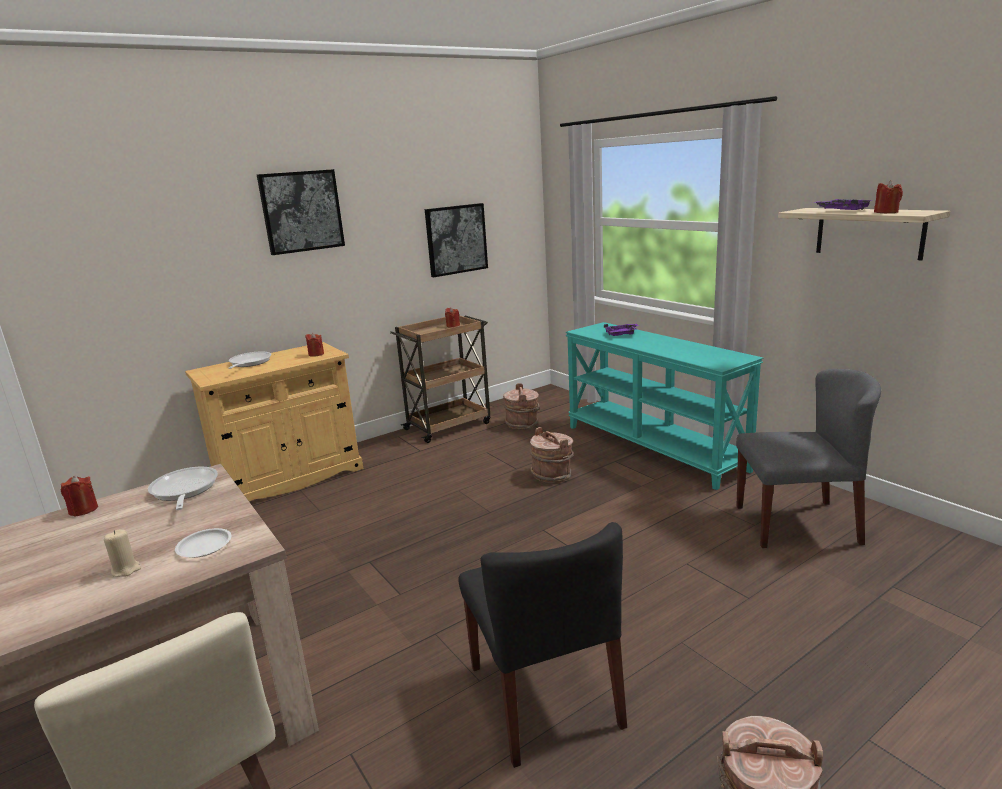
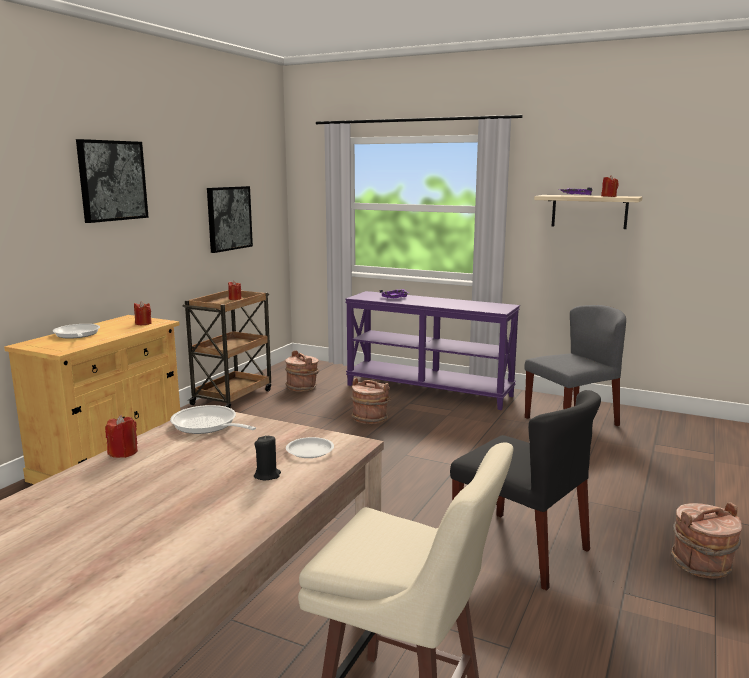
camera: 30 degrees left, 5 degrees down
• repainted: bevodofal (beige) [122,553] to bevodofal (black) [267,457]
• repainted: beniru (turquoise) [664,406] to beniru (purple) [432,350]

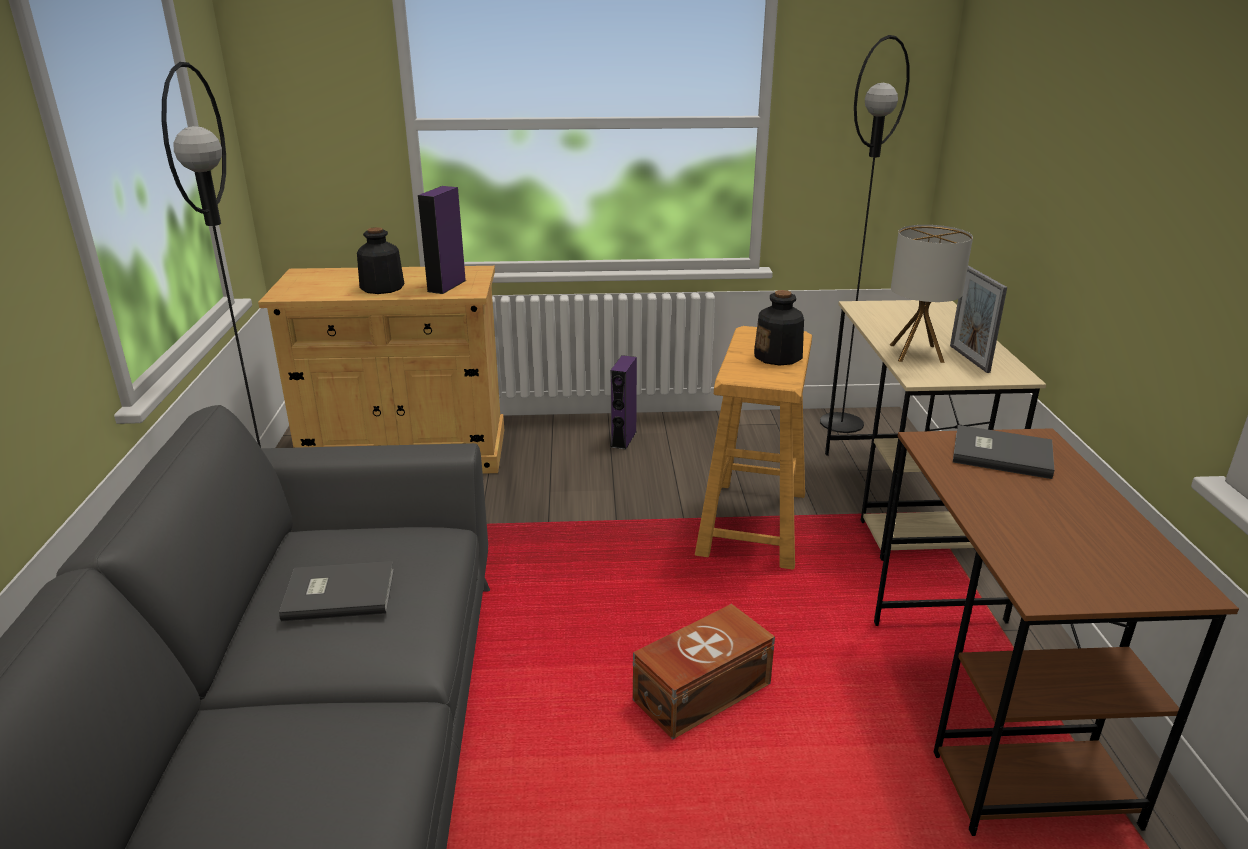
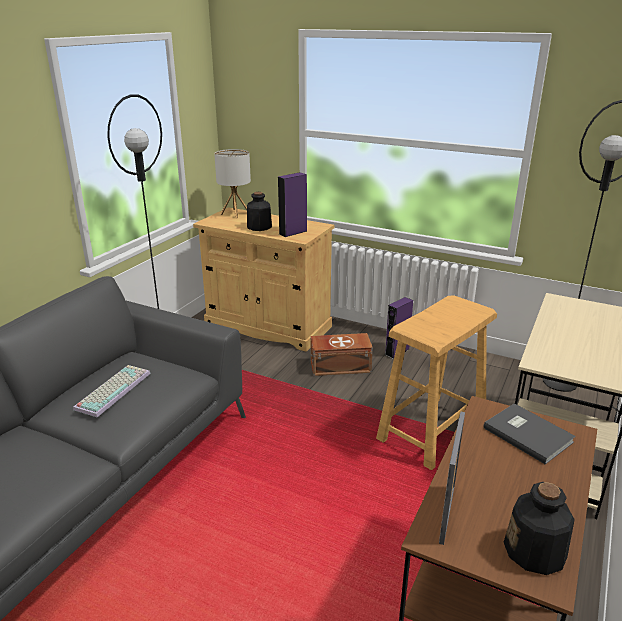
camera: 30 degrees right, 0 degrees up
• swapped: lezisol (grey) [336,591] to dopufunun [112,391]
• shifted: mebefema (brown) [704,672] to [341,354]
• shifted: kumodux [779,328] to [539,528]
• shifted: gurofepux [931,294] to [232,184]
• shifted: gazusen [978,319] to [452,478]

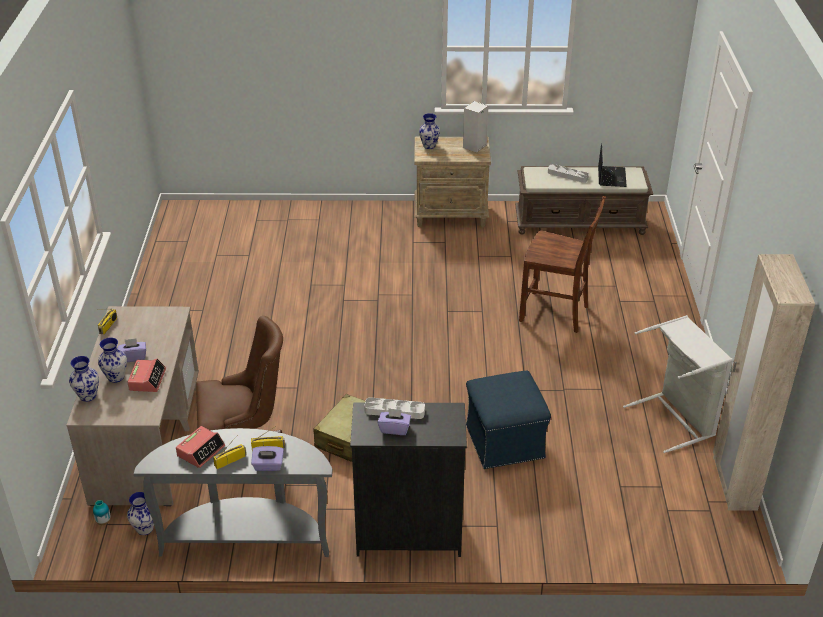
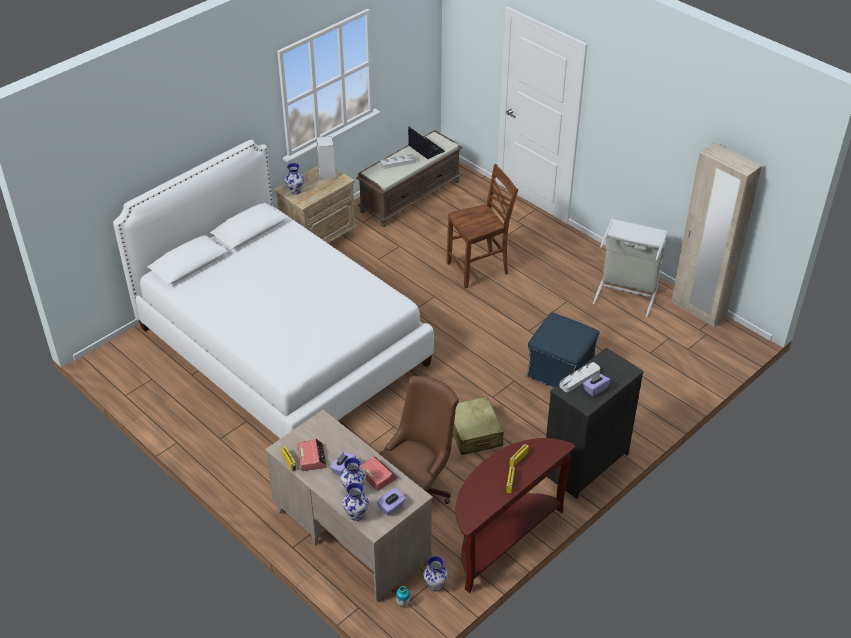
camera: 45 degrees left, 5 degrees up
• repainted: beniru (grey) [233,492] to beniru (brown) [515,515]
• shifted: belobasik [200,447] to [312,454]
• shifted: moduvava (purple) [267,458] to [391,502]
• new: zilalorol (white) [273,289]

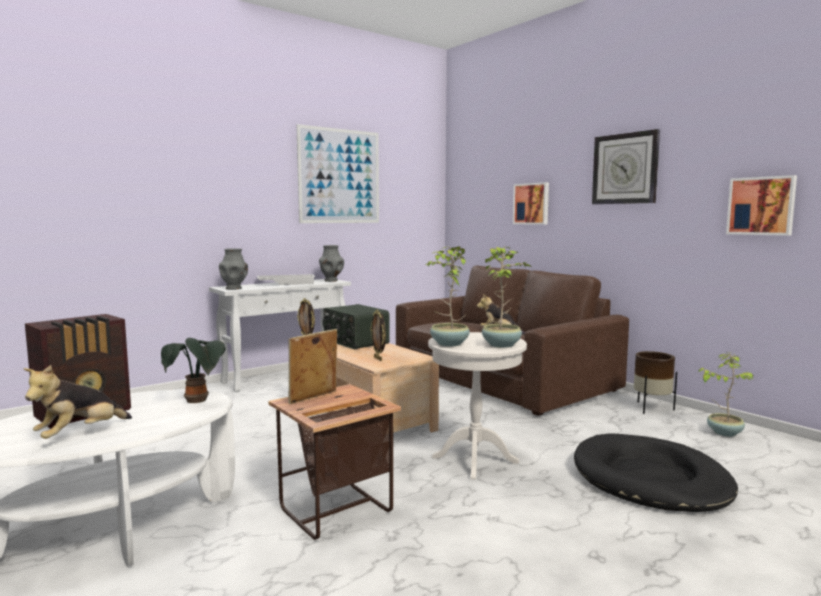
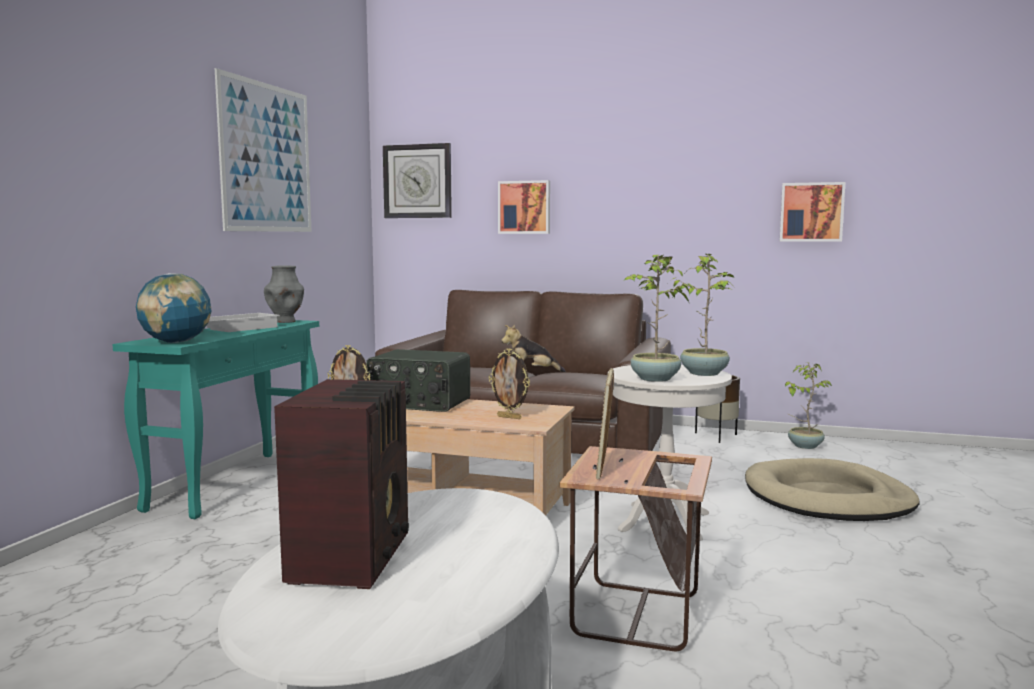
camera: 35 degrees left, 0 degrees up
• gone: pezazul [78,402]
• gone: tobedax [193,370]
• repainted: beniru (white) [280,335] to beniru (turquoise) [216,419]
• swapped: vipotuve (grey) [233,269] to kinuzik [174,308]
• repainted: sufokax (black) [656,472] to sufokax (beige) [832,489]
• shifted: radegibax [626,166] to [417,180]

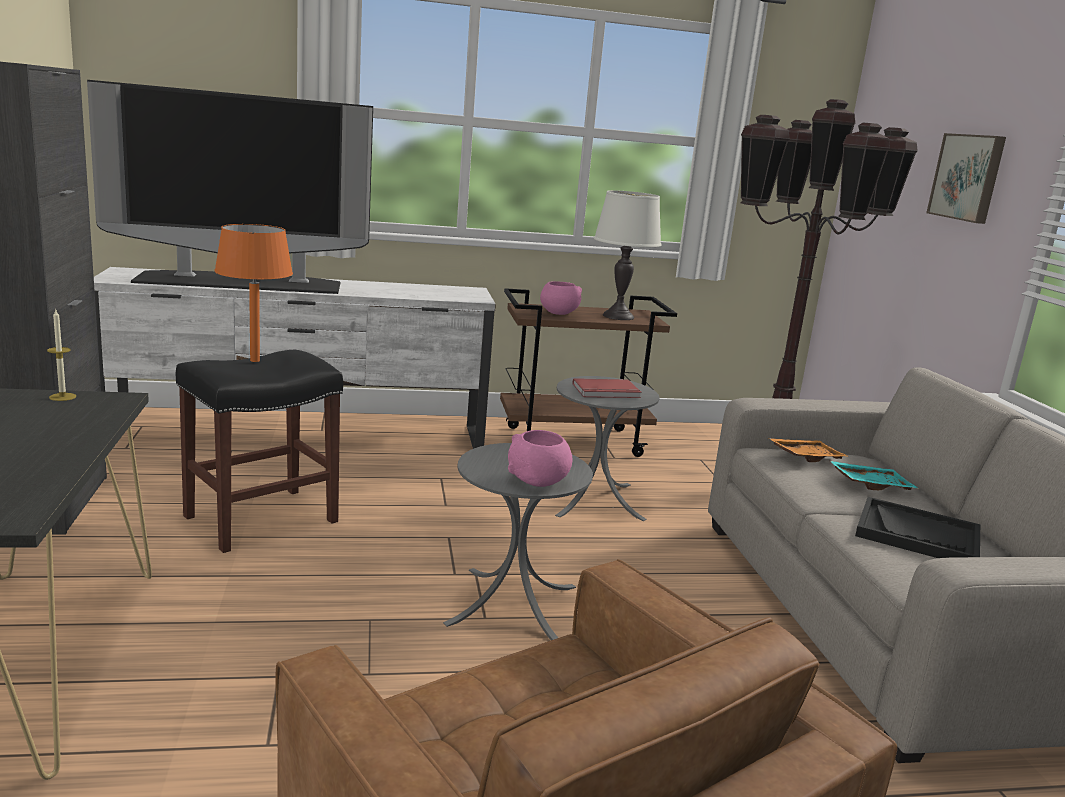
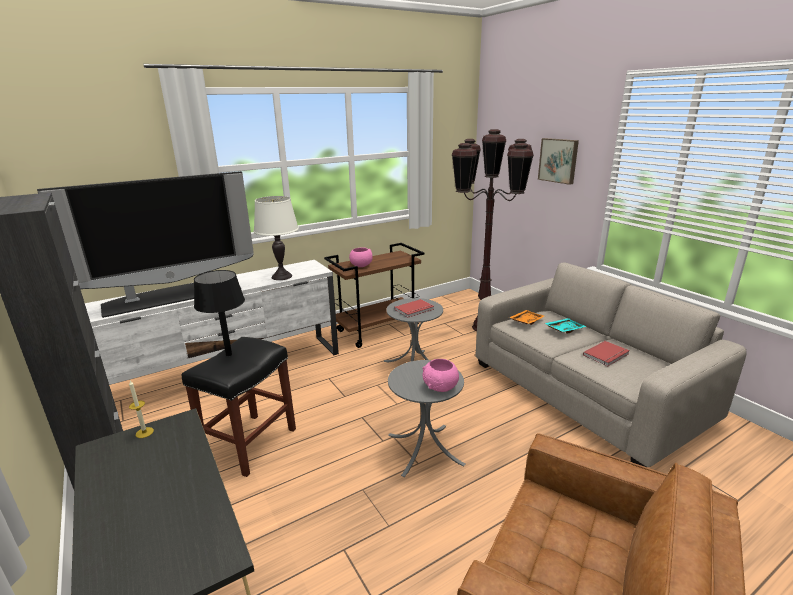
camera: 20 degrees left, 5 degrees up
• repainted: gurofepux (orange) [253,293] to gurofepux (black) [219,313]
• shifted: gurofepux (white) [628,255] to [276,238]
• swapped: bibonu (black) [917,527] to lezisol (red) [606,353]

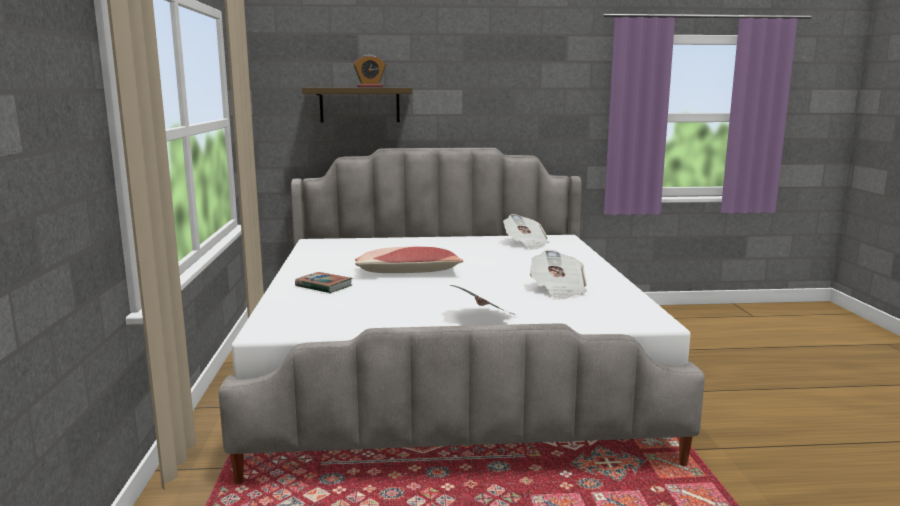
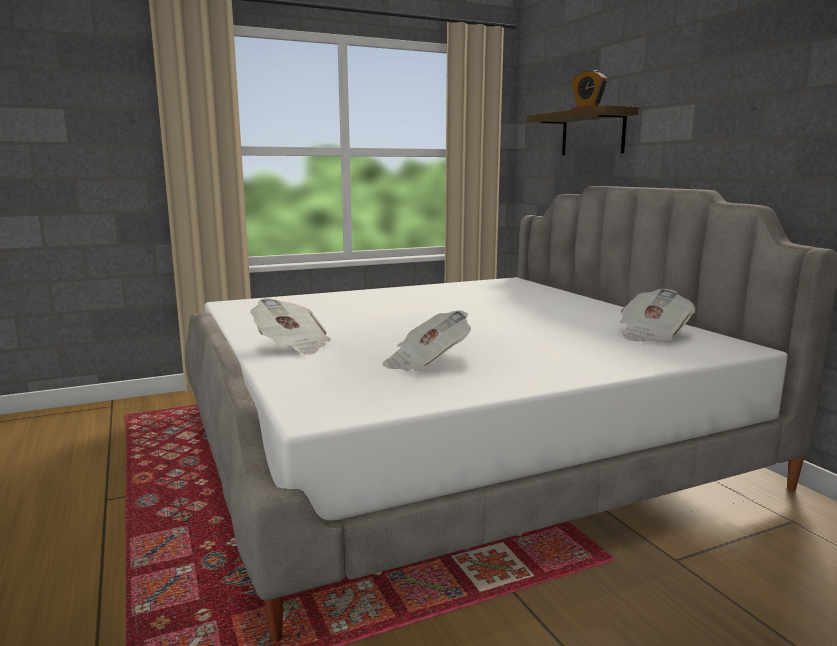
camera: 70 degrees right, 0 degrees up
• gone: lezisol [323,282]
• gone: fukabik [409,260]

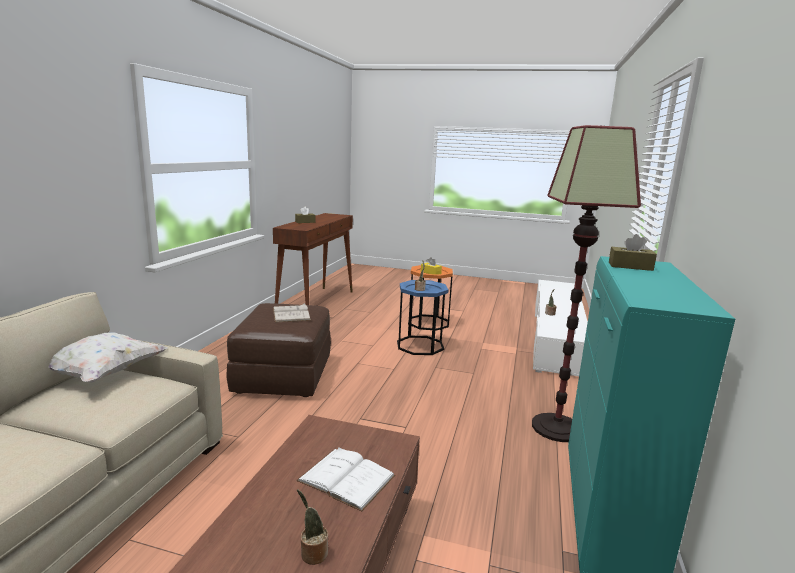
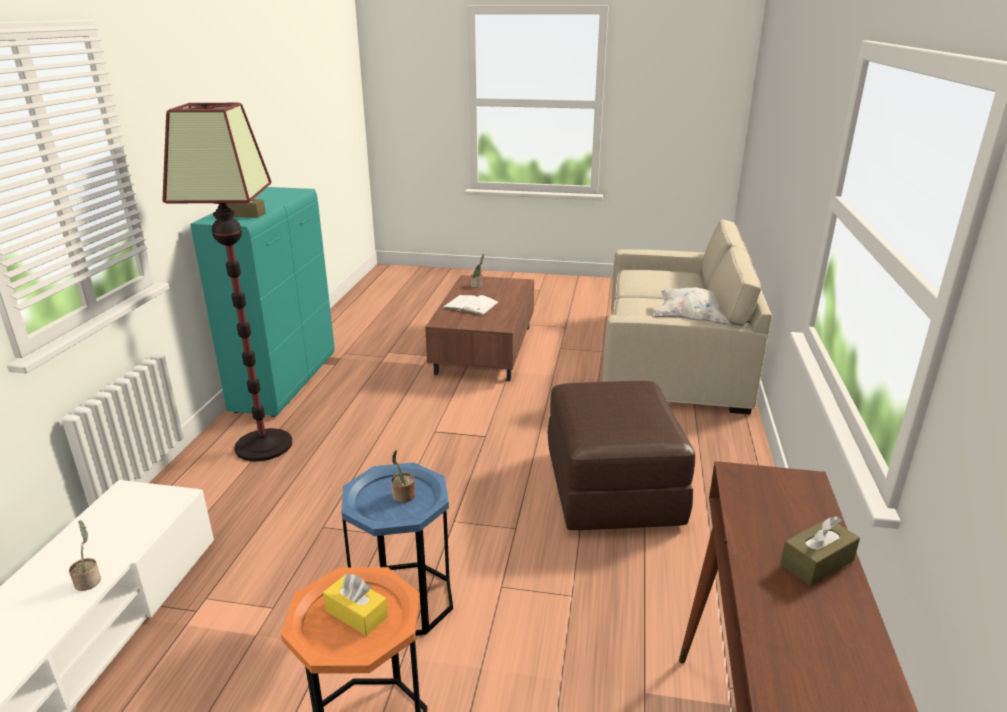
camera: 175 degrees right, 10 degrees up
• gone: lezisol (white) [292,312]

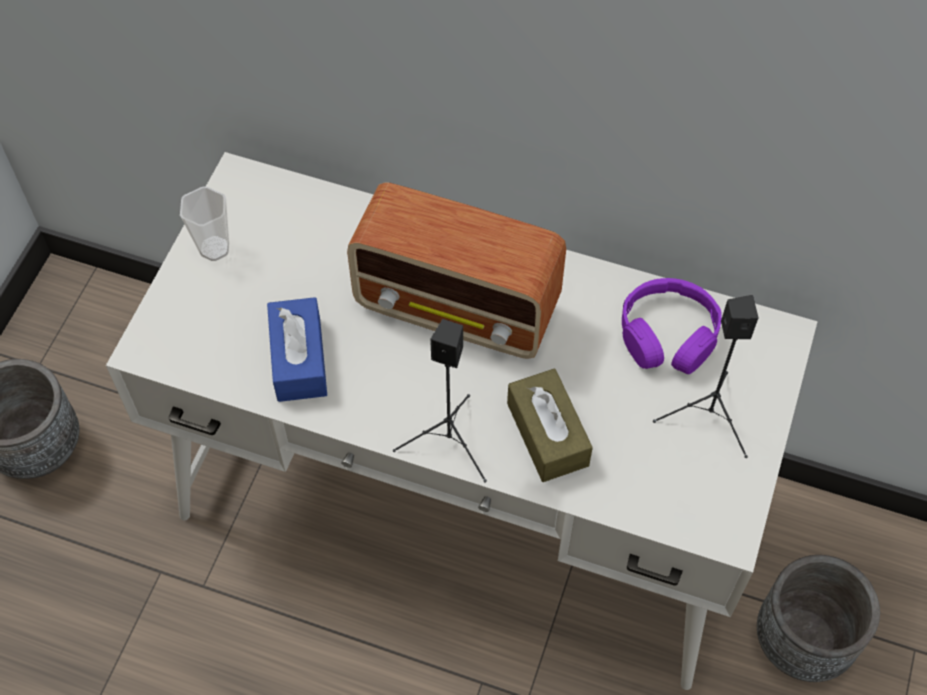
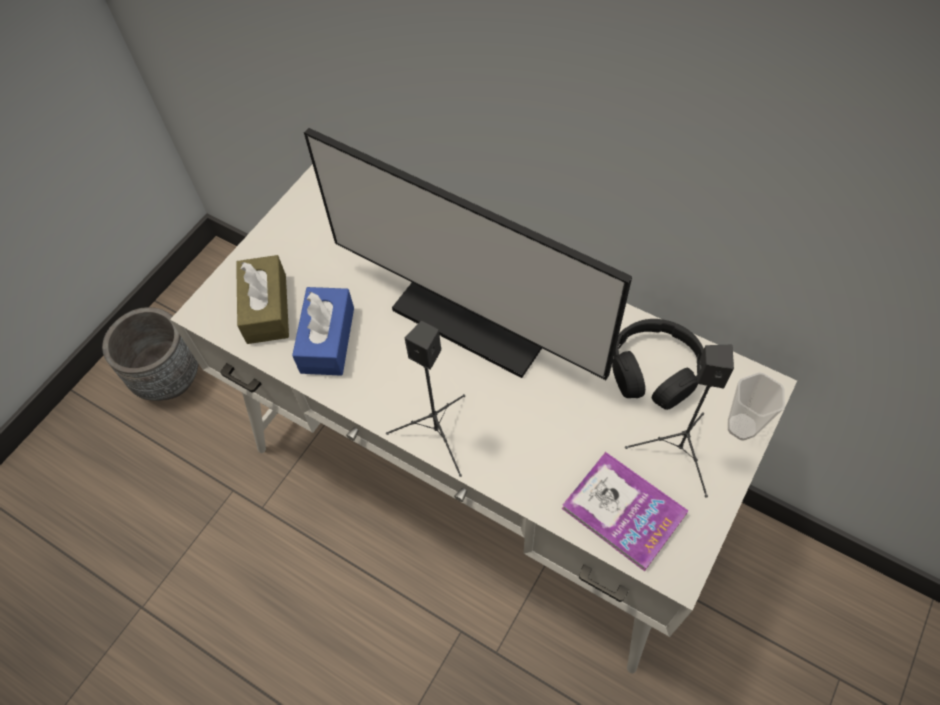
camera: 15 degrees right, 0 degrees up
• shifted: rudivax [204,223] to [756,406]
• swapped: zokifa [456,270] to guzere [468,254]
• shifted: moduvava (brown) [550,425] to [262,299]
• repainted: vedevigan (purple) [672,326] to vedevigan (black) [658,364]
• gone: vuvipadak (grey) [818,618]
• new: lezisol [625,511]

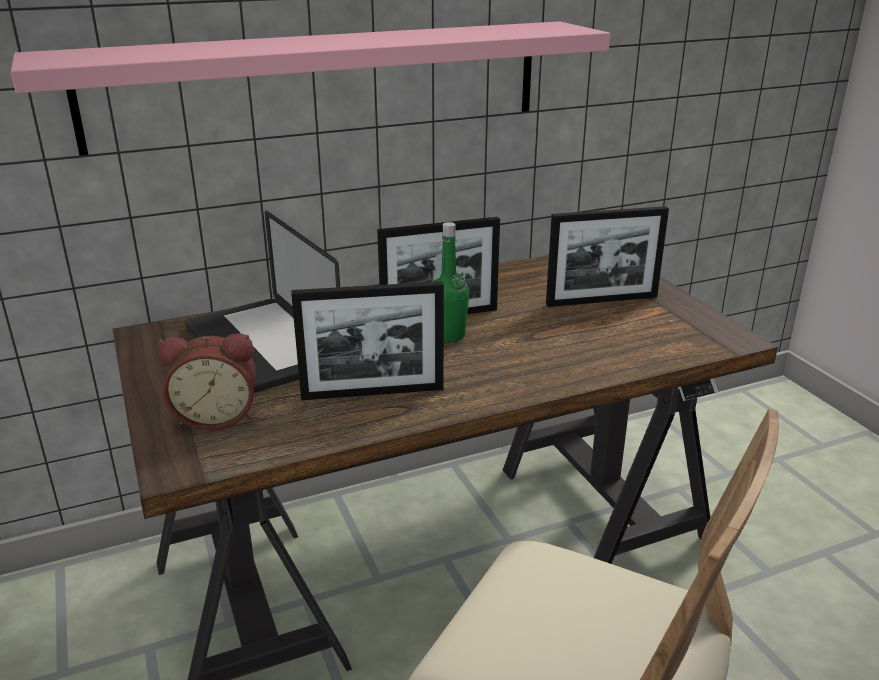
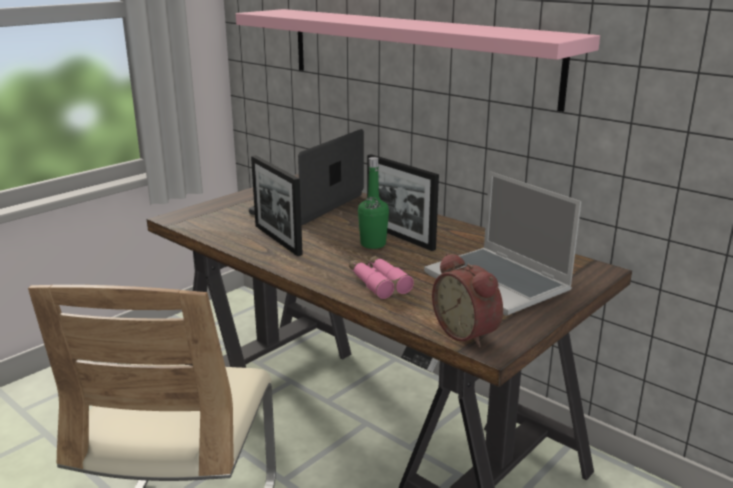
camera: 65 degrees right, 5 degrees down
• shifted: belobasik [207,381] to [467,300]
• swapped: gazusen [607,256] to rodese [502,243]
• new: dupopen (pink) [381,277]

